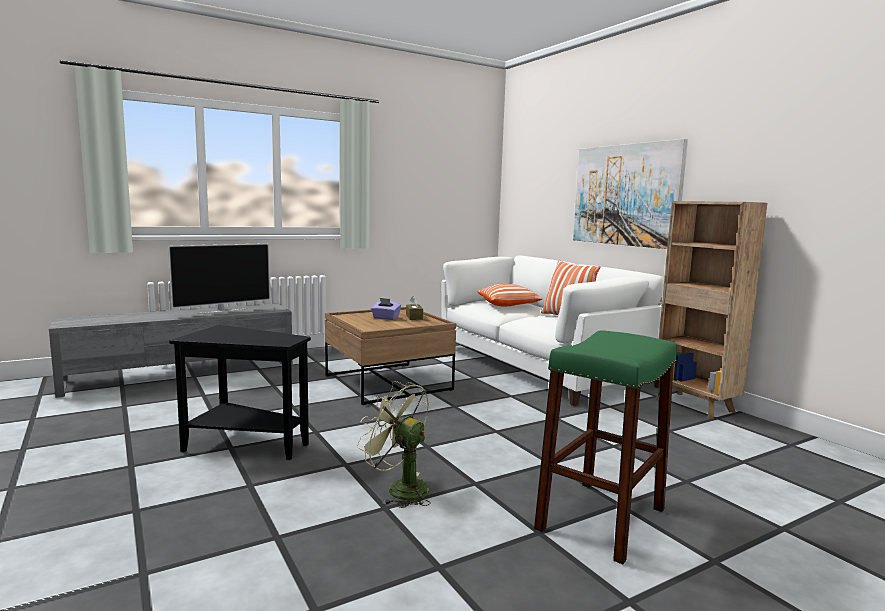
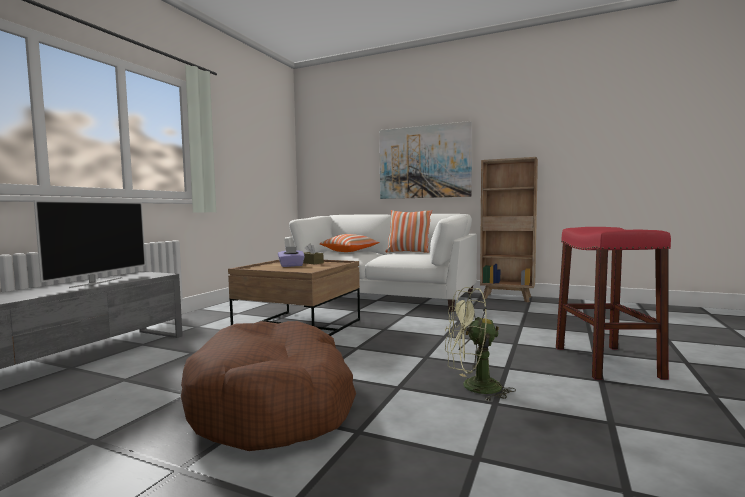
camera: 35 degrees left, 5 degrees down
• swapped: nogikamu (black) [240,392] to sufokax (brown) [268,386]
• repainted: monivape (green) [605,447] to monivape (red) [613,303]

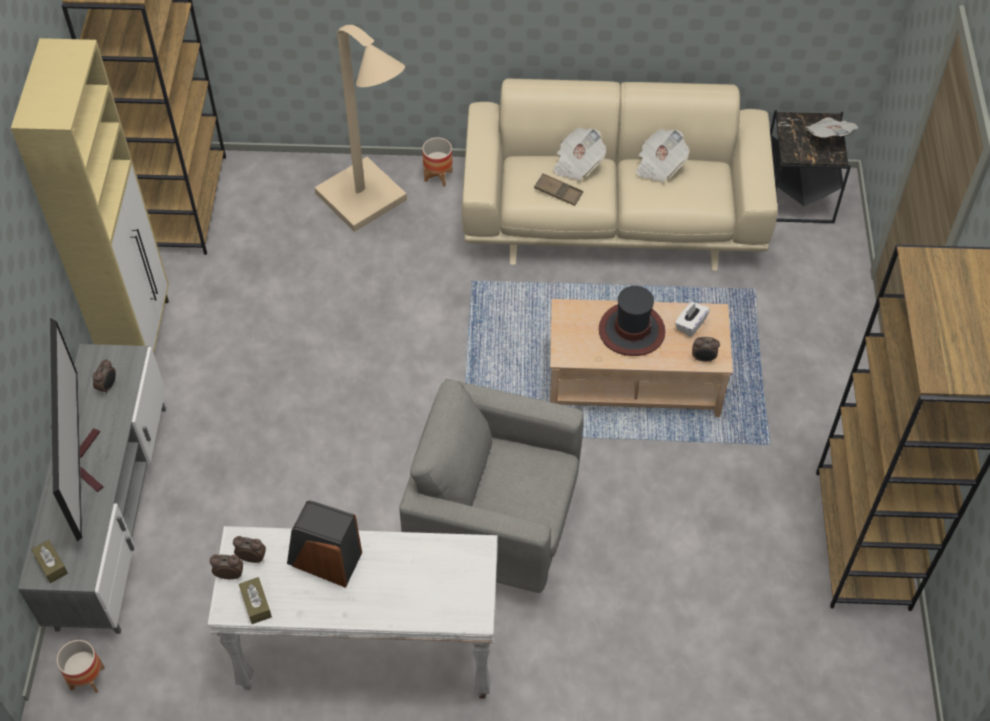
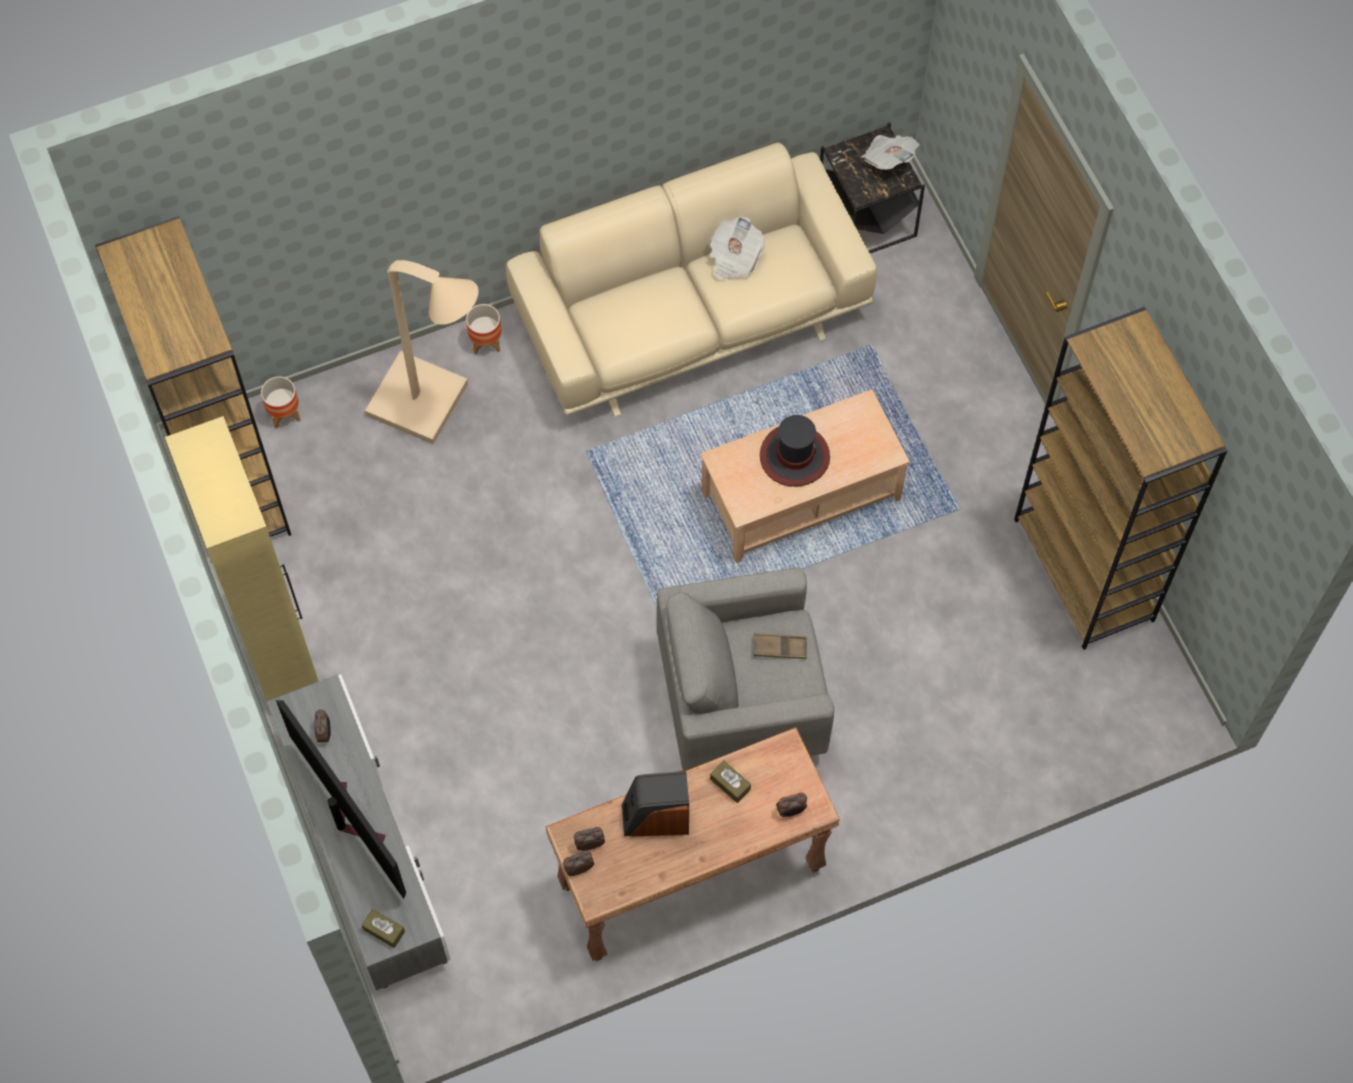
camera: 25 degrees left, 10 degrees up
• shifted: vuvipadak [80,666] to [280,402]
• repainted: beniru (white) [352,612] to beniru (brown) [693,844]
• shifted: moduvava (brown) [255,600] to [730,781]
• shifted: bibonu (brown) [558,189] to [780,646]
• gone: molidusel [579,154]
• gone: moduvava (white) [692,319]
• shifted: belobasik [706,349] to [791,804]

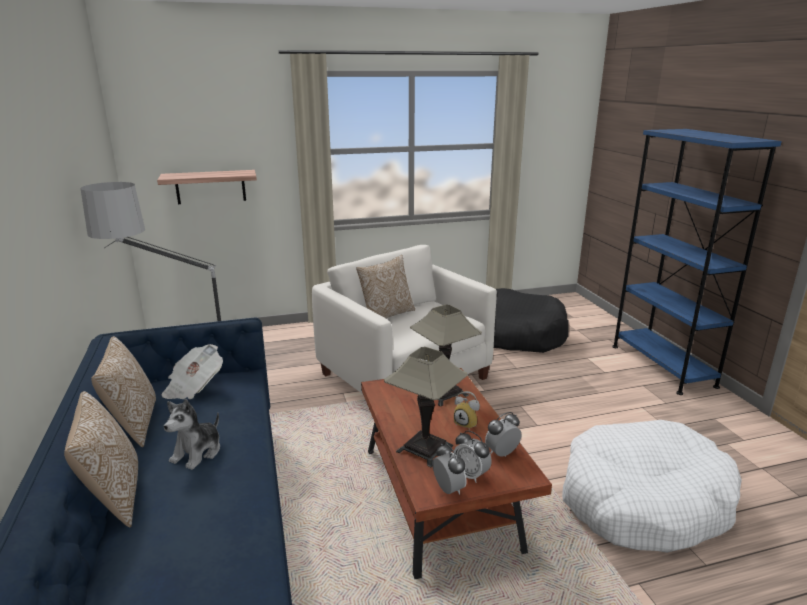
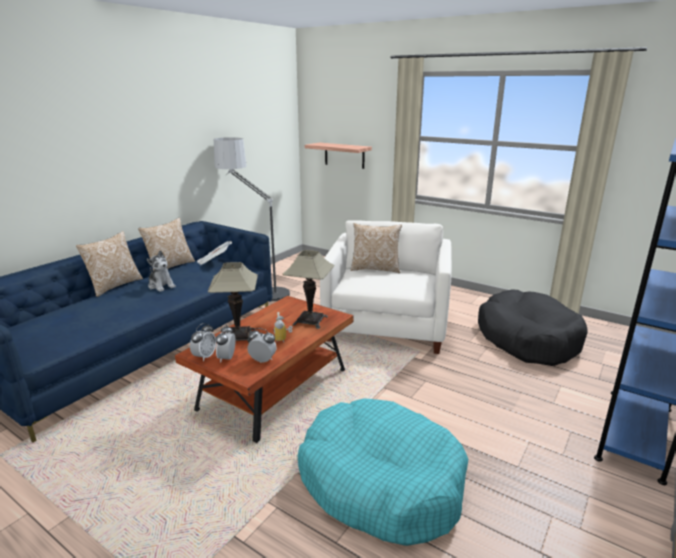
camera: 50 degrees right, 0 degrees up
• rotated: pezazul [192,434] = [161,271] 120 degrees counterclockwise
• repainted: sufokax (white) [652,486] to sufokax (turquoise) [383,472]

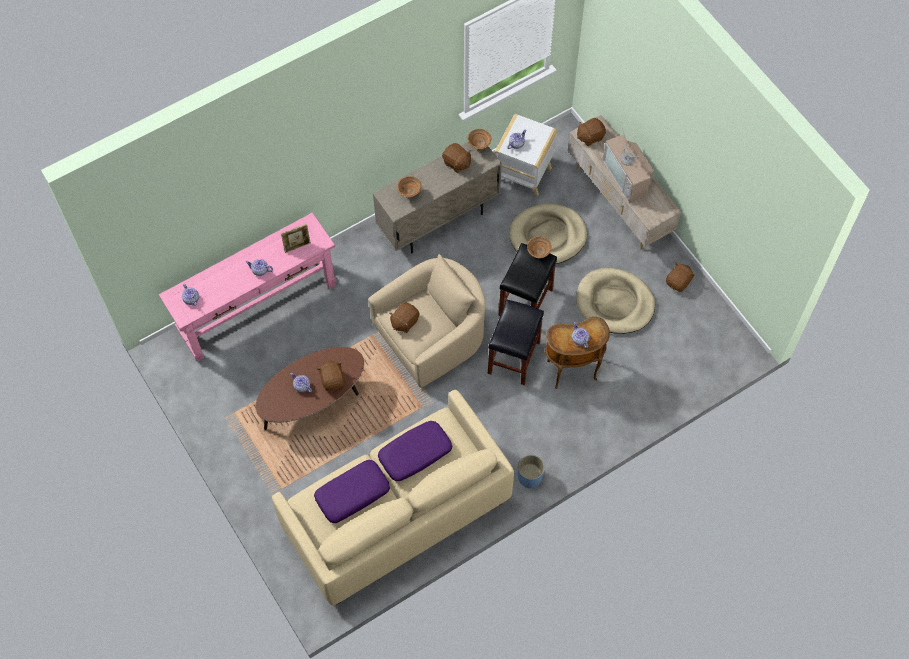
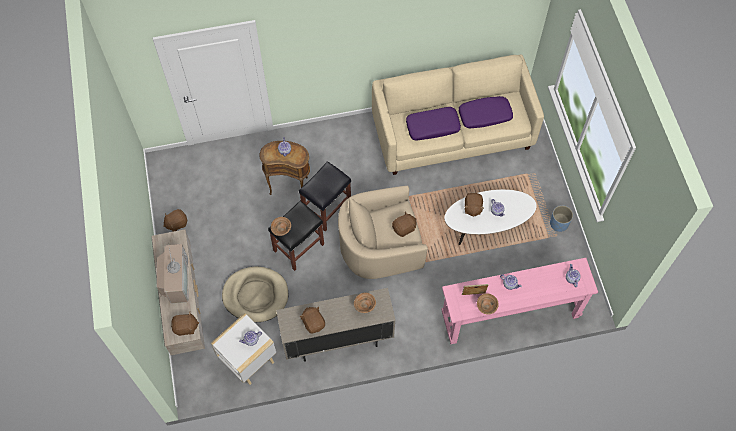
camera: 160 degrees left, 0 degrees up
• repainted: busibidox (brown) [310,388] to busibidox (white) [490,217]
• shifted: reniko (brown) [479,140] to [488,304]
• shifted: vuvipadak (blue) [531,471] to [561,218]
• gone: sufokax (beige) [615,301]

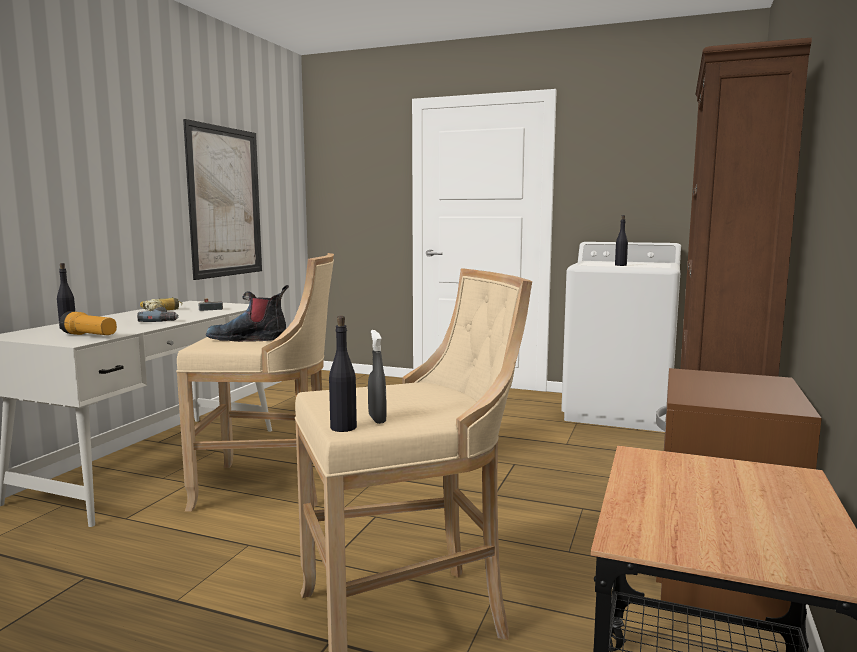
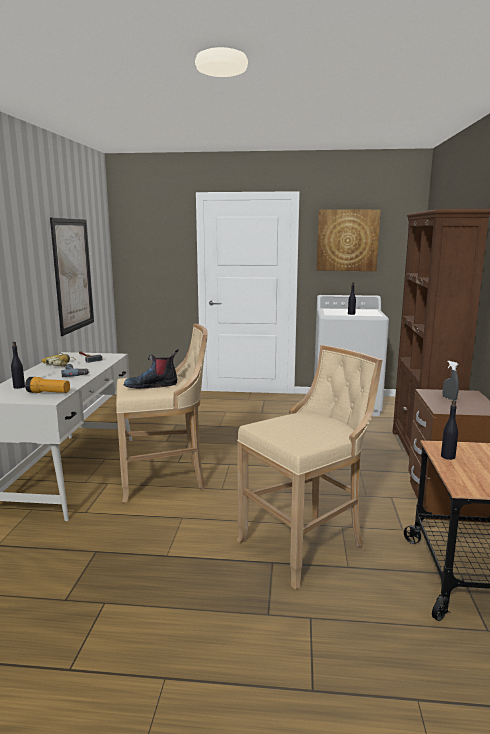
camera: 15 degrees left, 5 degrees up
• shifted: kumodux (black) [343,374] to [449,430]
• shifted: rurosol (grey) [377,377] to [451,380]
• new: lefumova [348,240]

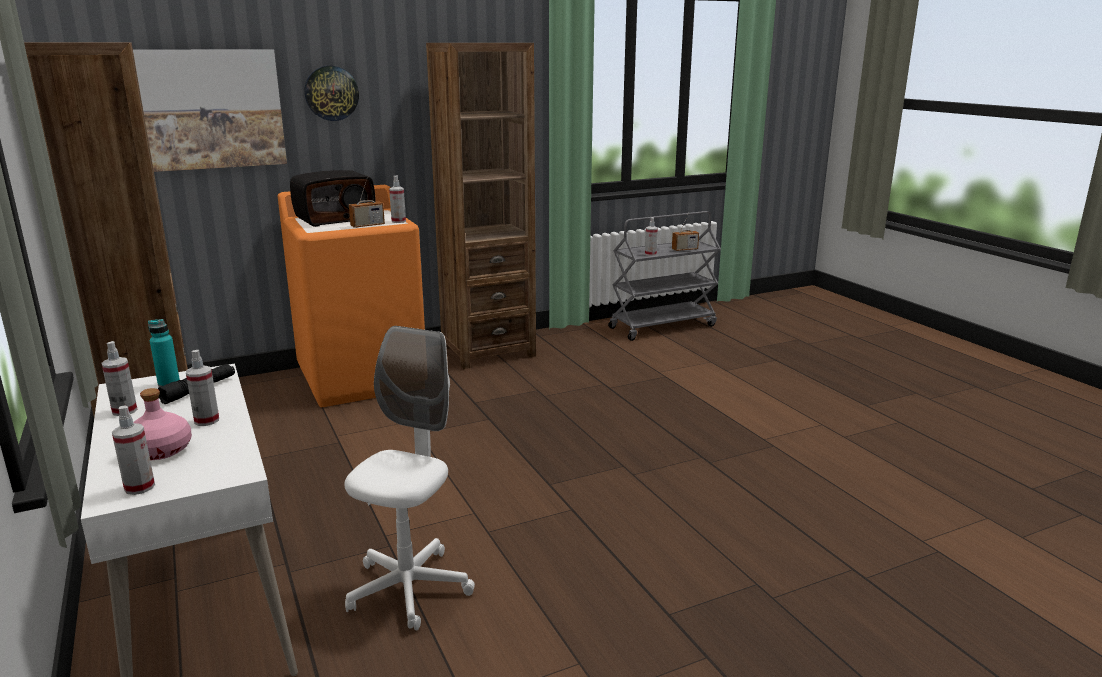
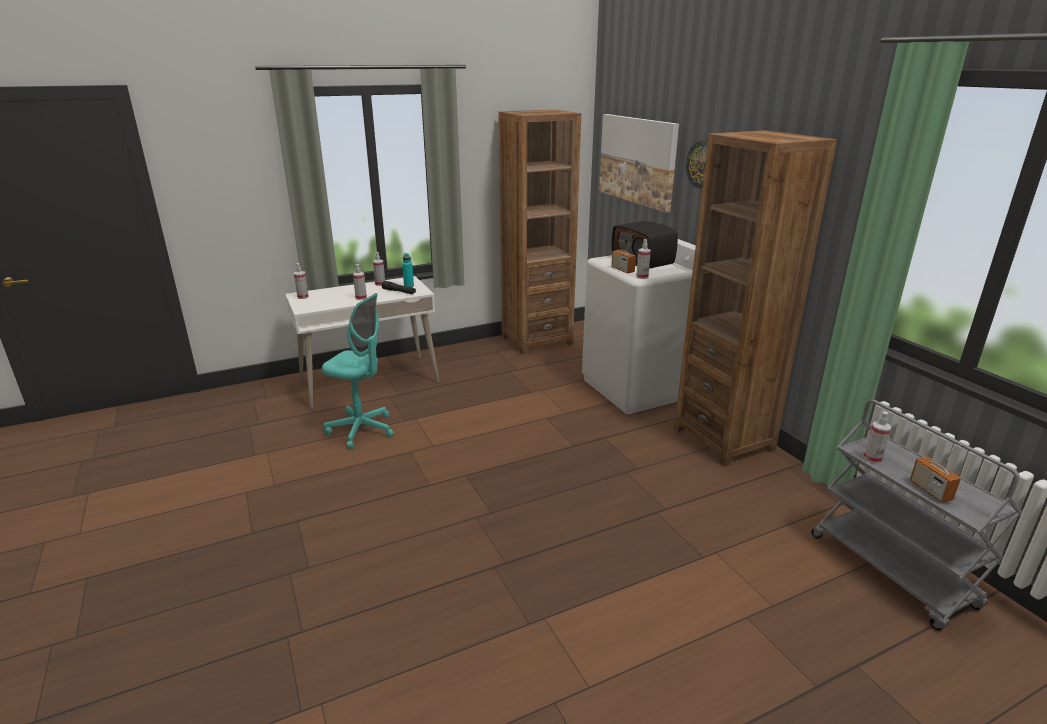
camera: 90 degrees right, 5 degrees up
• gone: kumodux (pink) [162,424]
• repainted: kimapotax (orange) [351,296] to kimapotax (white) [639,326]
• repainted: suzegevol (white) [409,478] to suzegevol (turquoise) [358,371]

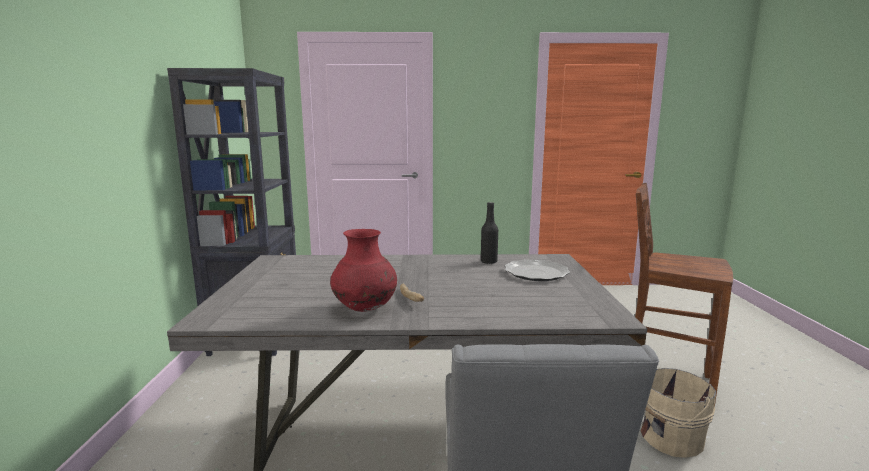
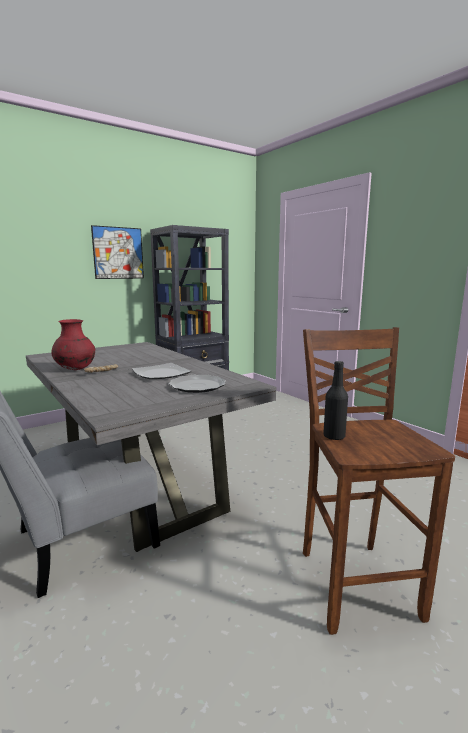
camera: 55 degrees right, 0 degrees up
• shifted: kumodux (black) [489,233] to [335,400]
• gone: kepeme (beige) [678,413]
• new: lefumova [117,252]
• new: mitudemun [161,371]

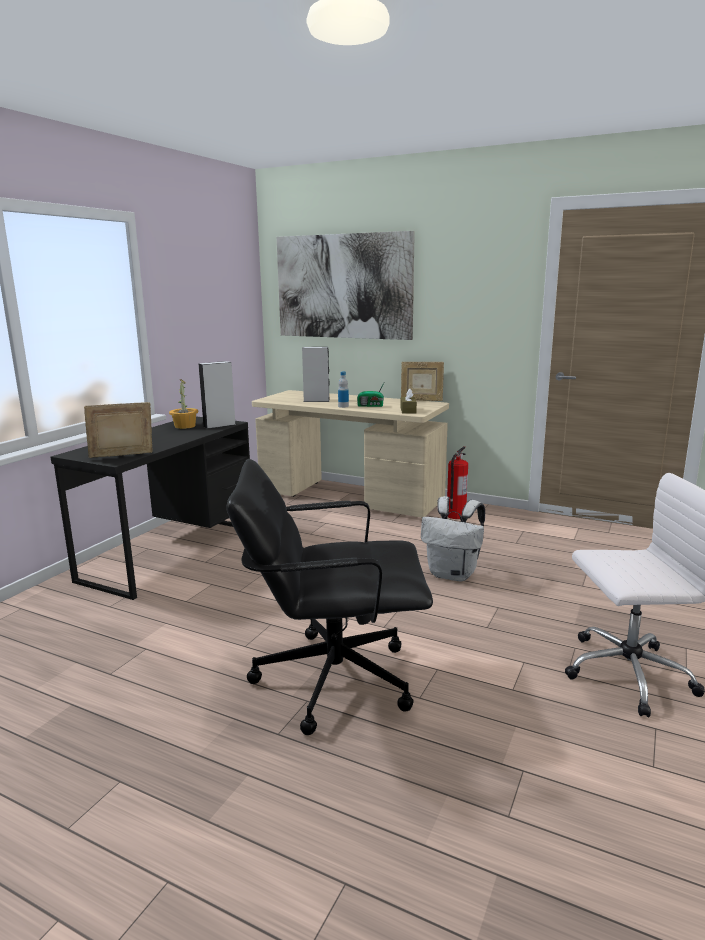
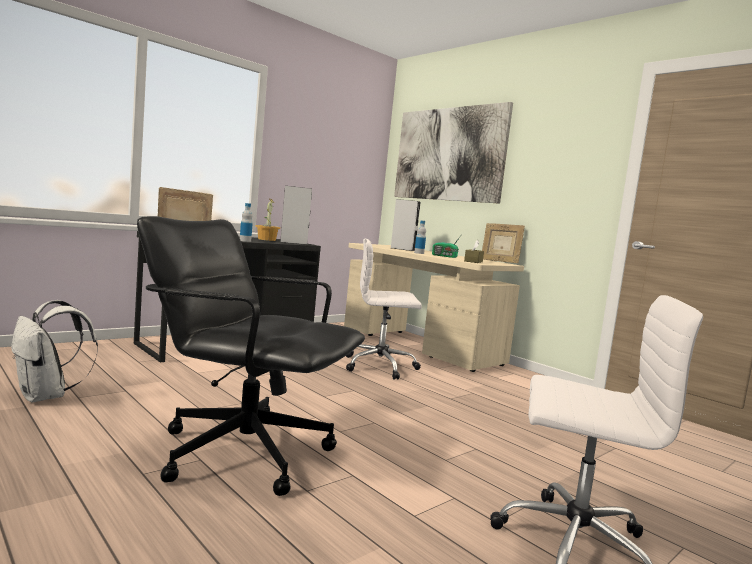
camera: 20 degrees right, 10 degrees down
• shifted: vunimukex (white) [453,538] to [54,351]
• gone: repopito [457,482]
• new: kumodux [246,222]
• new: suzegevol (white) [384,309]

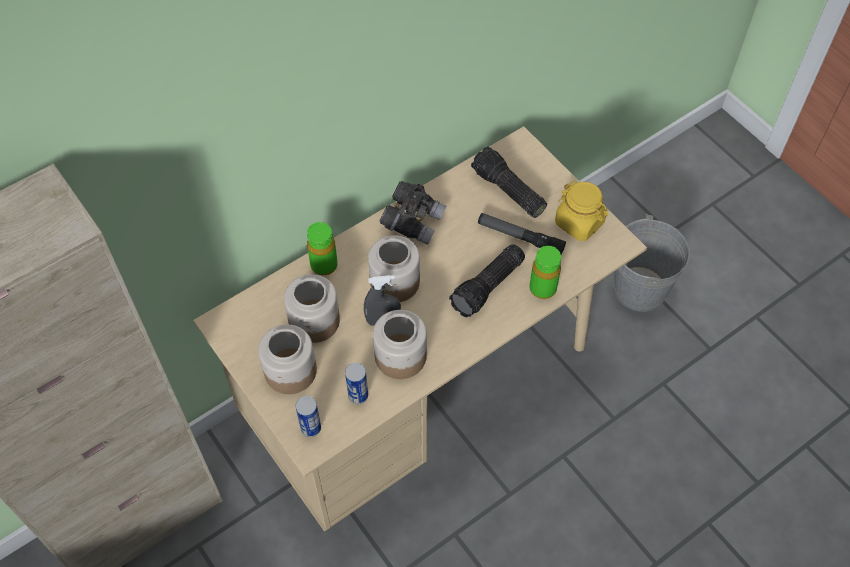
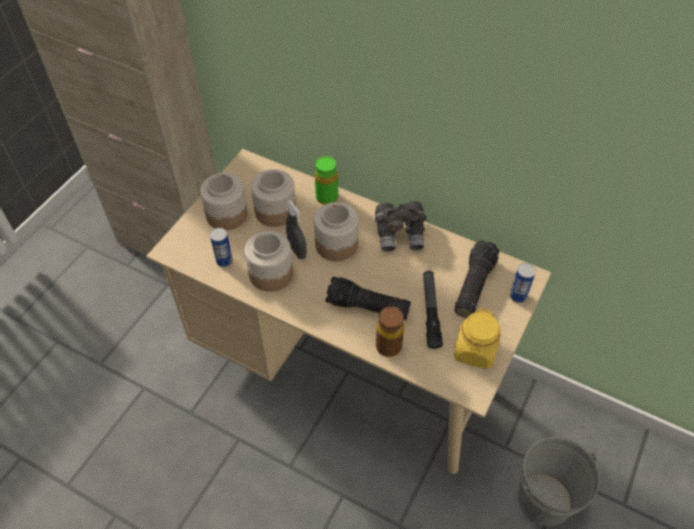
camera: 65 degrees right, 5 degrees down
• shifted: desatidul [308,416] to [523,283]
• repainted: kumodux (green) [545,272] to kumodux (brown) [390,331]

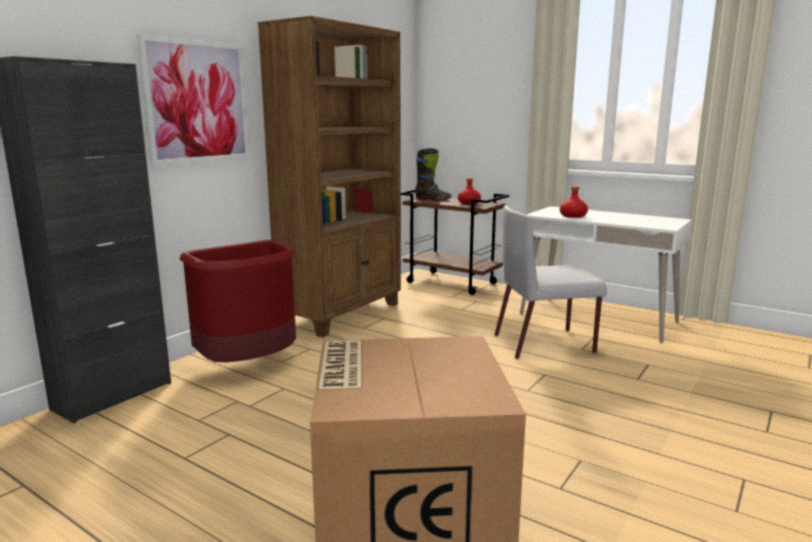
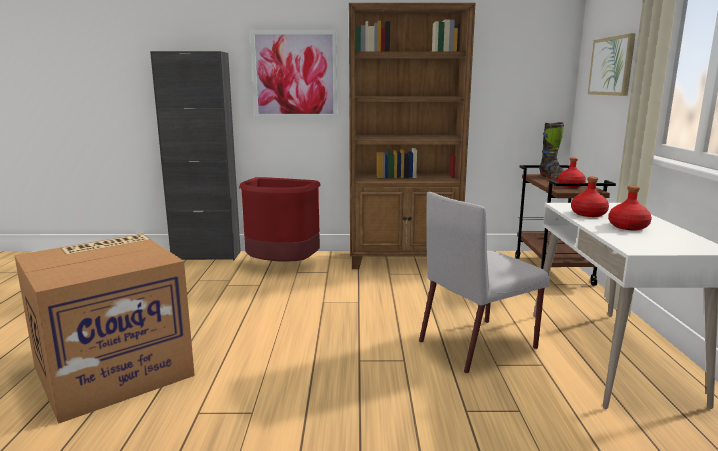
camera: 55 degrees right, 0 degrees up
• rotated: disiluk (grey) [551,282] = [484,283] 75 degrees counterclockwise
• new: lefumova [612,64]
• new: kumodux (red) [630,208]

